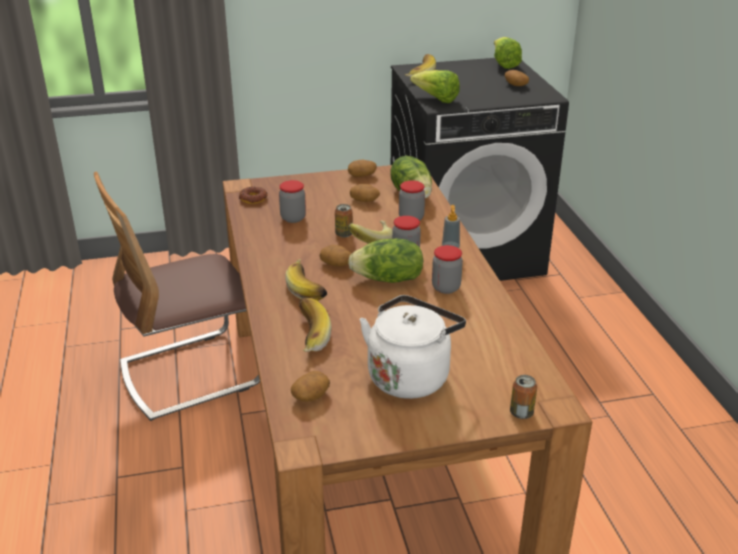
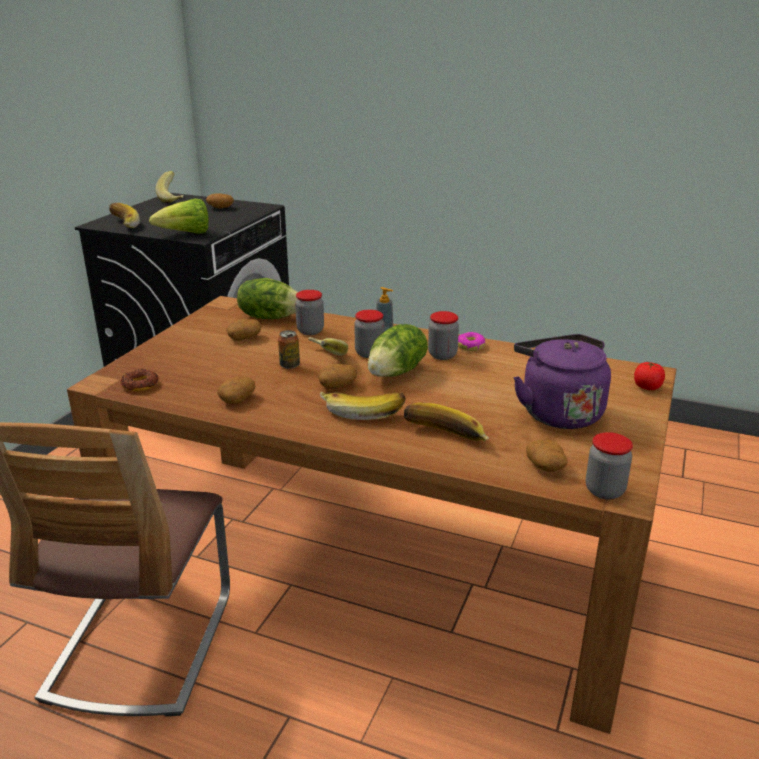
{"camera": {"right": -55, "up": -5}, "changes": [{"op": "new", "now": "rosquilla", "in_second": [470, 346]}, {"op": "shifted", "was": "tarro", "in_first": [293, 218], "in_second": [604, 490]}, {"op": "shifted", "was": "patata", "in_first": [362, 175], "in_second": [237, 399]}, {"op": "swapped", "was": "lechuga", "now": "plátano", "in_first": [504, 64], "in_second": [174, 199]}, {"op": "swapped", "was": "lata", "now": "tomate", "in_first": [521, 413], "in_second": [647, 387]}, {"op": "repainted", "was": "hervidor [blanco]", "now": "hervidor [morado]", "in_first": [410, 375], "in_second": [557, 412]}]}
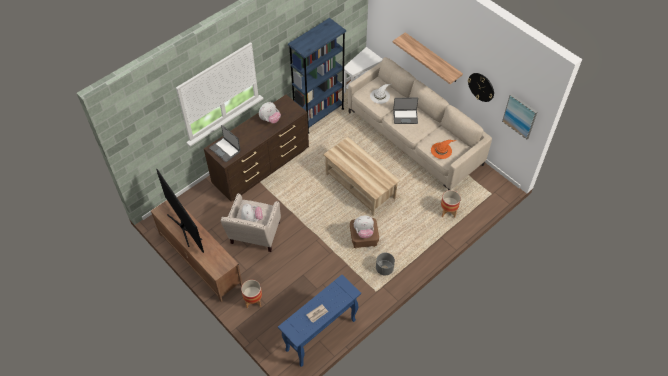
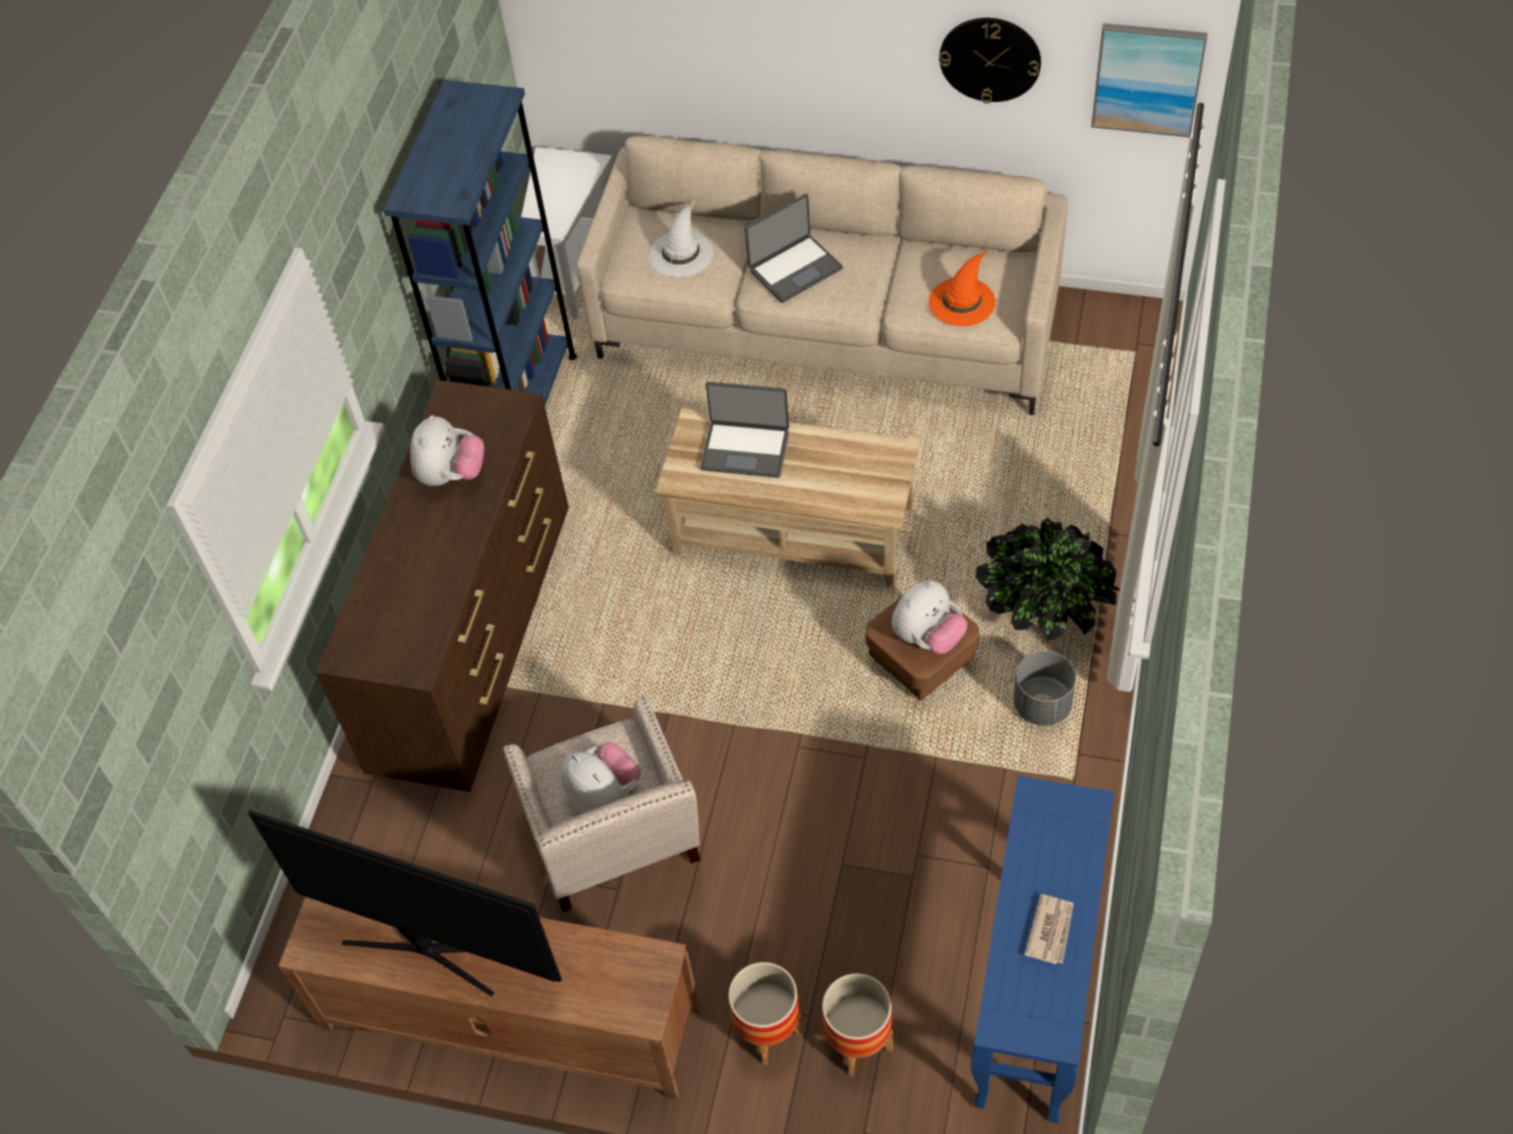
{"camera": {"right": -30, "up": 0}, "changes": [{"op": "gone", "was": "estante", "in_first": [432, 58]}, {"op": "new", "now": "planta en maceta", "in_second": [1044, 615]}, {"op": "shifted", "was": "portátil", "in_first": [225, 149], "in_second": [745, 449]}, {"op": "shifted", "was": "maceta", "in_first": [448, 212], "in_second": [858, 1043]}]}
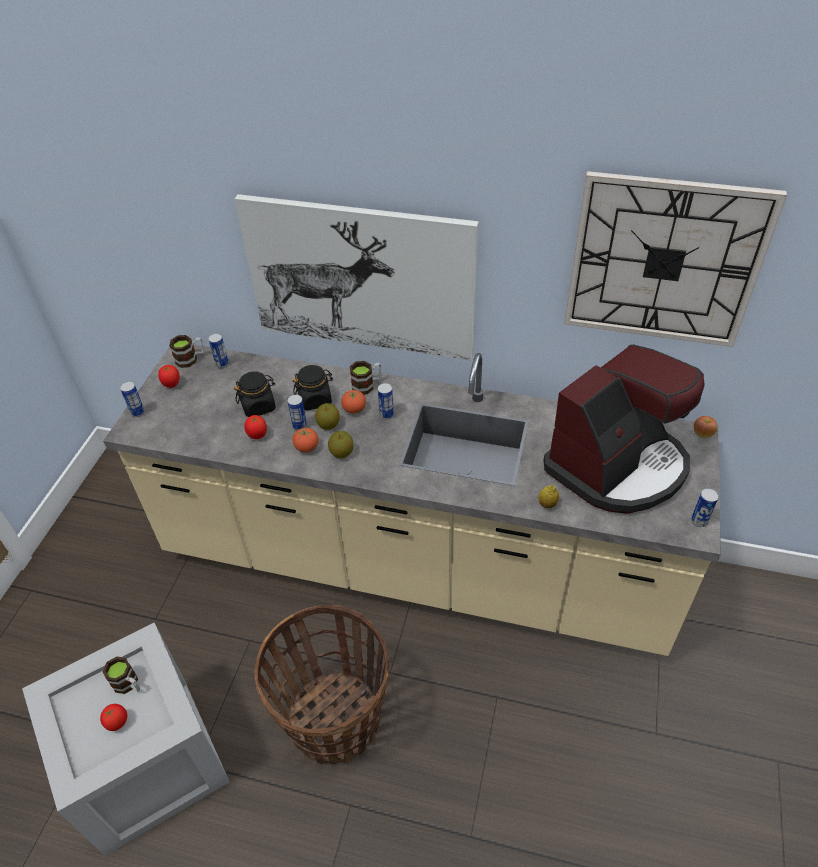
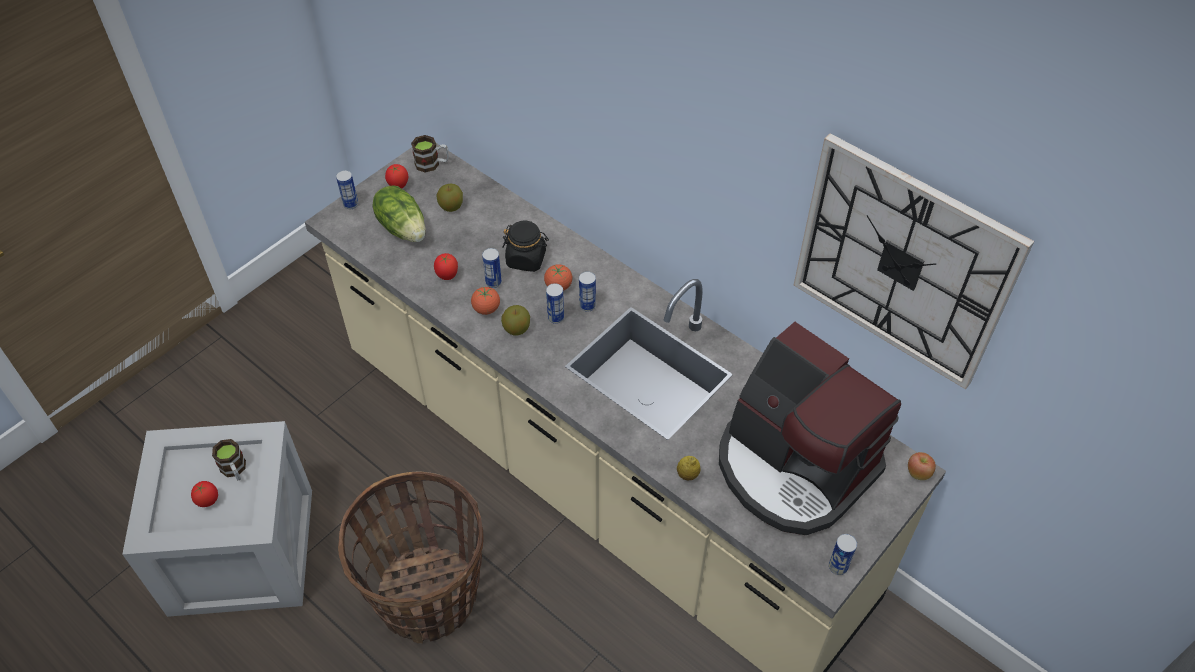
{"camera": {"right": 25, "up": 5}, "changes": [{"op": "gone", "was": "cuadro", "in_first": [360, 278]}, {"op": "gone", "was": "tarro [negro]", "in_first": [258, 406]}, {"op": "gone", "was": "taza grande", "in_first": [367, 385]}, {"op": "new", "now": "lechuga", "in_second": [403, 228]}, {"op": "shifted", "was": "lata", "in_first": [222, 364], "in_second": [555, 317]}, {"op": "shifted", "was": "manzana", "in_first": [328, 425], "in_second": [451, 207]}, {"op": "rotated", "was": "cafetera", "in_first": [618, 466], "in_second": [793, 467], "clockwise": 60}]}
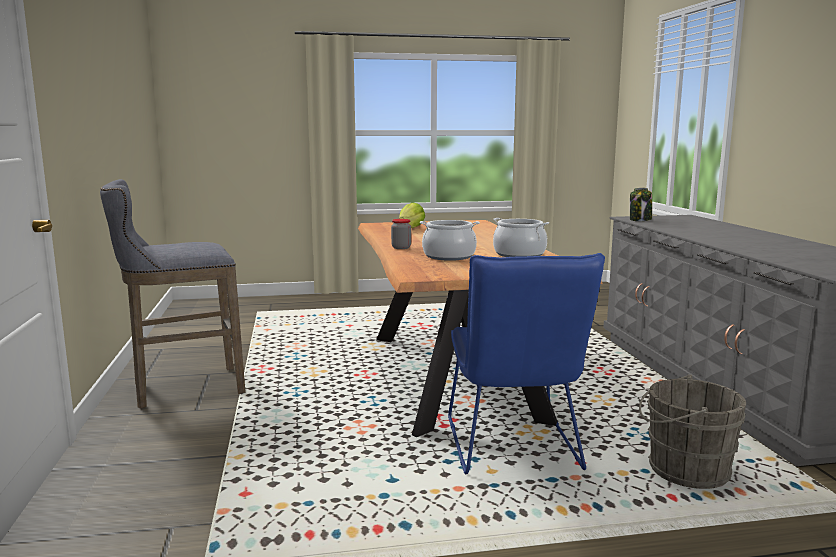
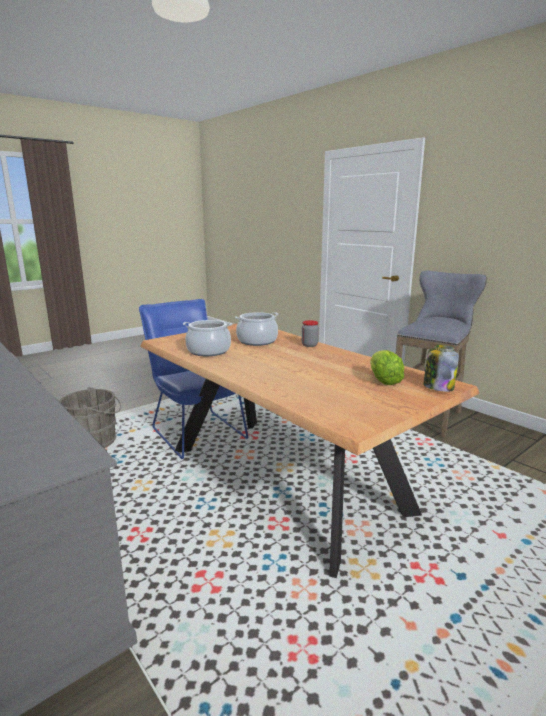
{"camera": {"right": 150, "up": 5}, "changes": [{"op": "shifted", "was": "tarro", "in_first": [640, 220], "in_second": [438, 387]}]}
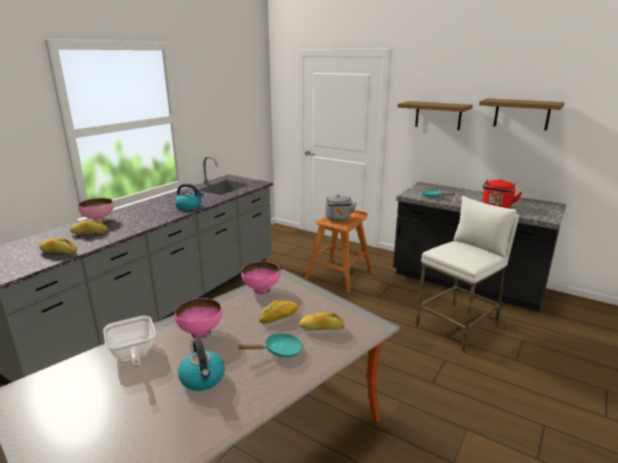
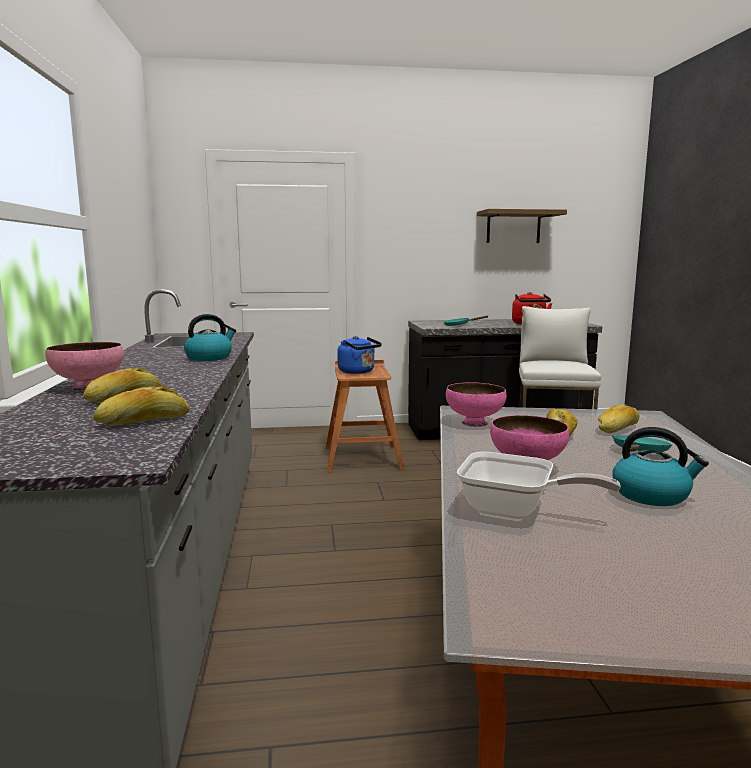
{"camera": {"right": -40, "up": -10}, "changes": [{"op": "gone", "was": "estante", "in_first": [438, 115]}, {"op": "repainted", "was": "hervidor [gris]", "now": "hervidor [azul]", "in_first": [338, 219], "in_second": [358, 372]}]}
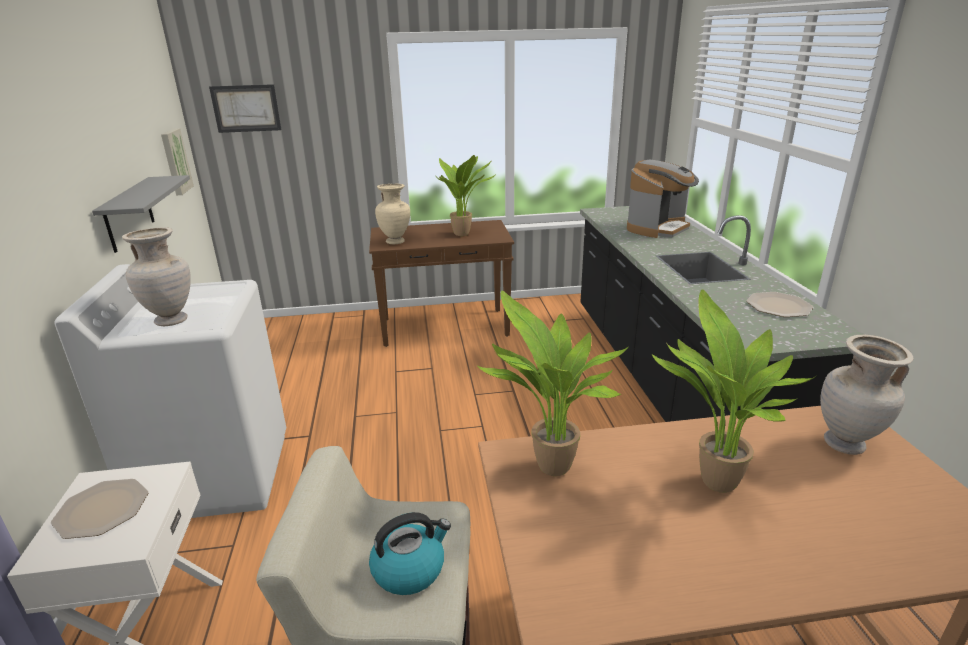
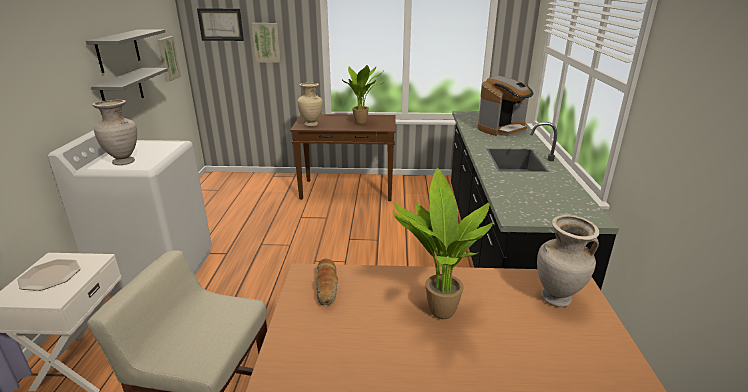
{"camera": {"right": 10, "up": 0}, "changes": [{"op": "gone", "was": "hervidor", "in_first": [409, 569]}, {"op": "gone", "was": "plato", "in_first": [779, 306]}, {"op": "new", "now": "estante [gris]", "in_second": [118, 50]}, {"op": "new", "now": "cuadro", "in_second": [267, 42]}, {"op": "swapped", "was": "planta en maceta", "now": "pan", "in_first": [549, 469], "in_second": [327, 287]}]}
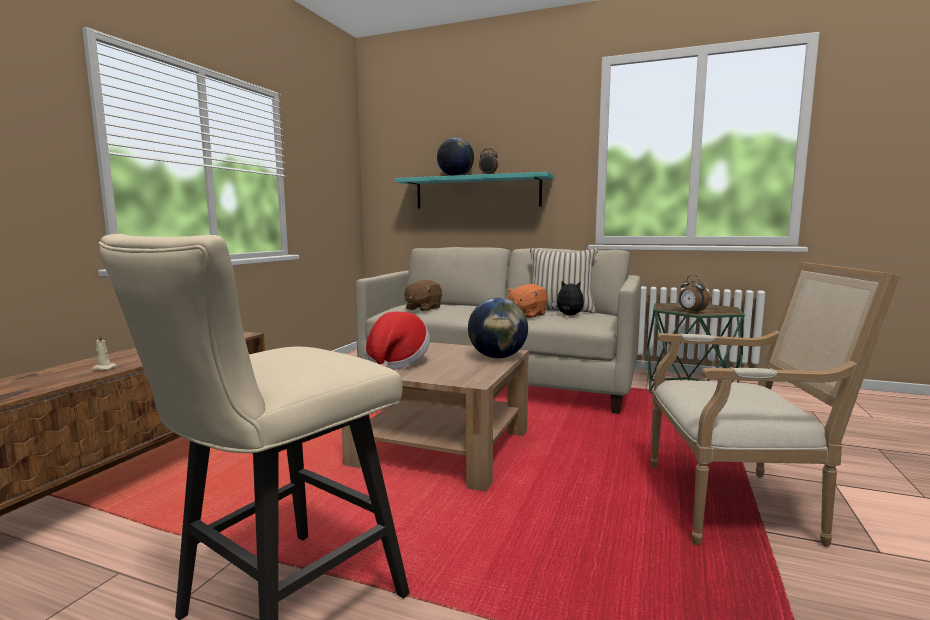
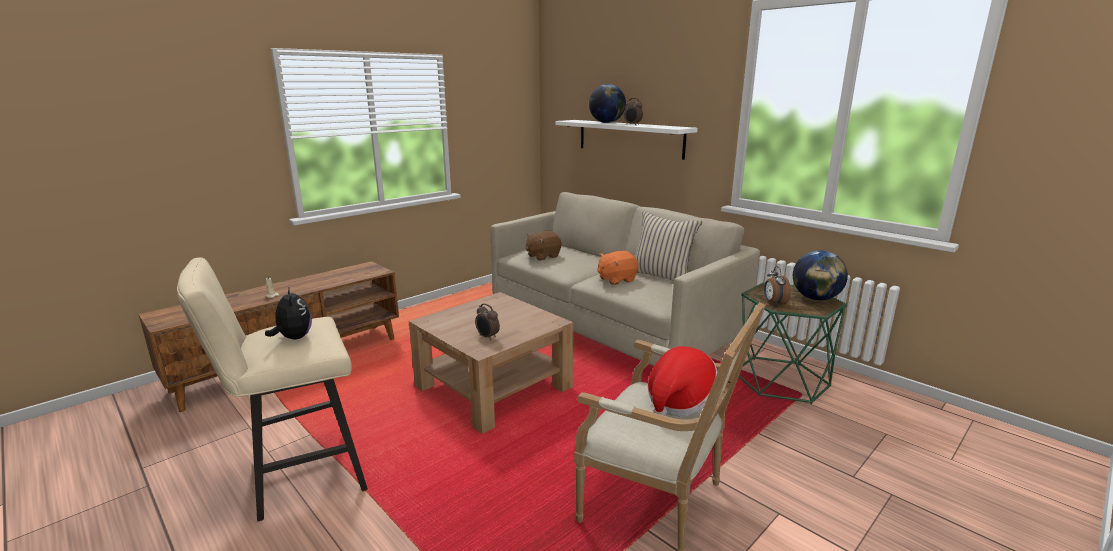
{"camera": {"right": 25, "up": 10}, "changes": [{"op": "new", "now": "despertador", "in_second": [487, 337]}, {"op": "shifted", "was": "sombrero", "in_first": [397, 362], "in_second": [679, 401]}, {"op": "shifted", "was": "globo terráqueo", "in_first": [497, 357], "in_second": [815, 298]}, {"op": "shifted", "was": "peluche", "in_first": [568, 315], "in_second": [294, 338]}, {"op": "repainted", "was": "estante [turquesa]", "now": "estante [blanco]", "in_first": [477, 192], "in_second": [629, 138]}]}
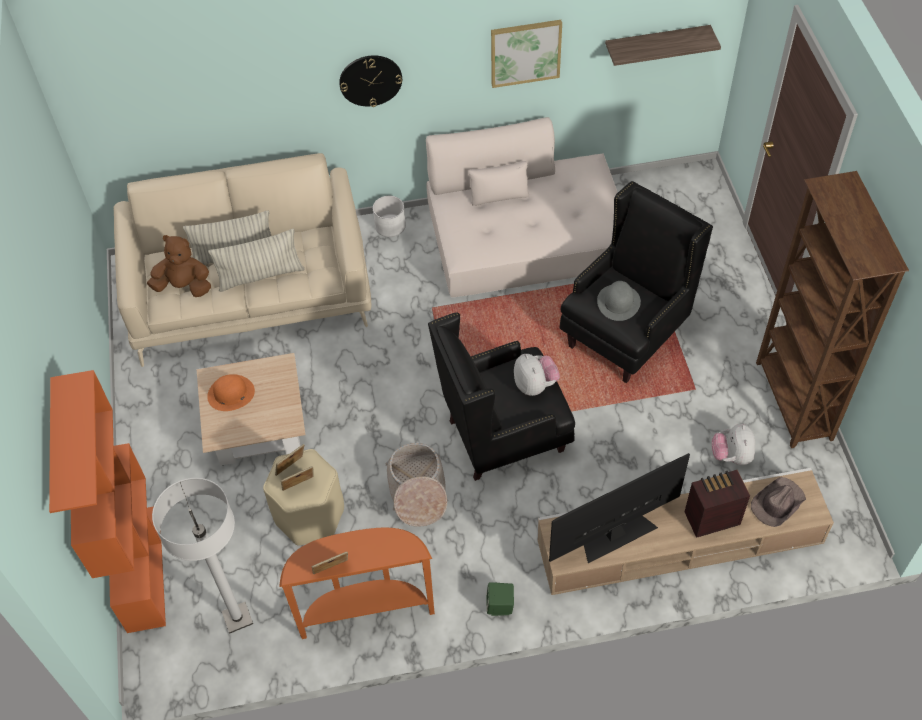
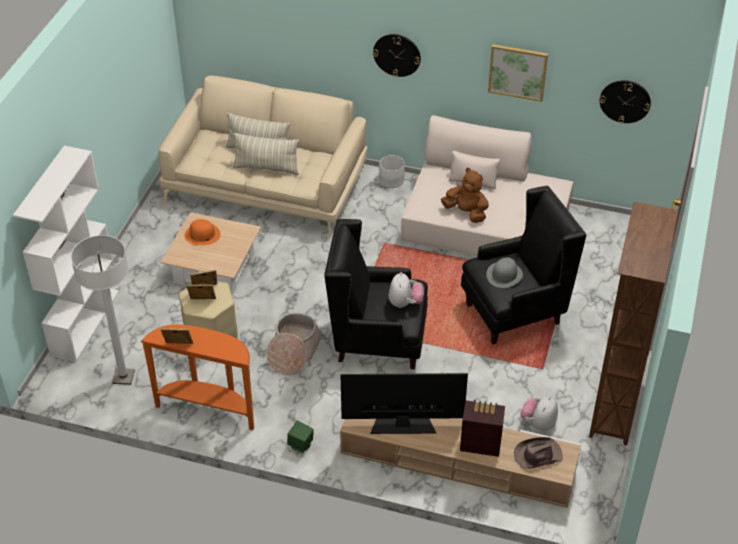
{"camera": {"right": 25, "up": -10}, "changes": [{"op": "shifted", "was": "peluche [marrón]", "in_first": [184, 286], "in_second": [466, 212]}, {"op": "swapped", "was": "estante", "now": "reloj de pared", "in_first": [656, 45], "in_second": [625, 101]}, {"op": "repainted", "was": "estantería [naranja]", "now": "estantería [blanco]", "in_first": [143, 567], "in_second": [85, 322]}]}
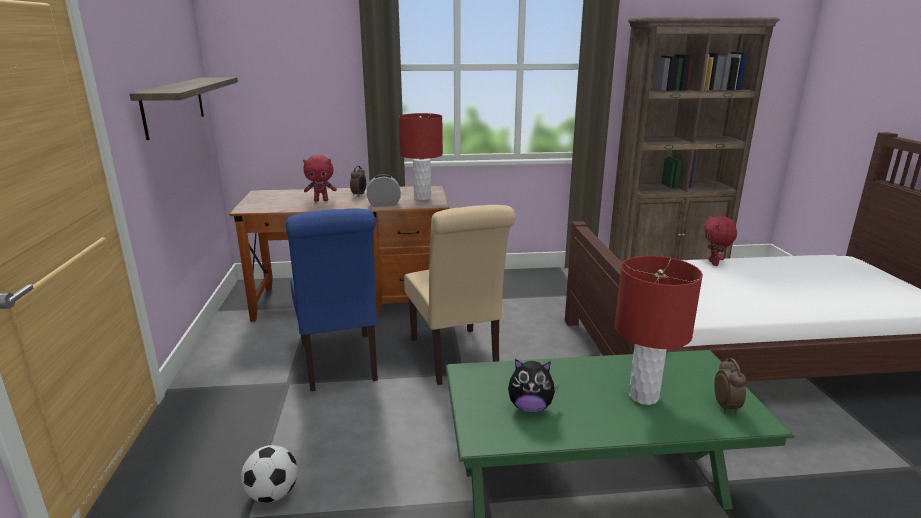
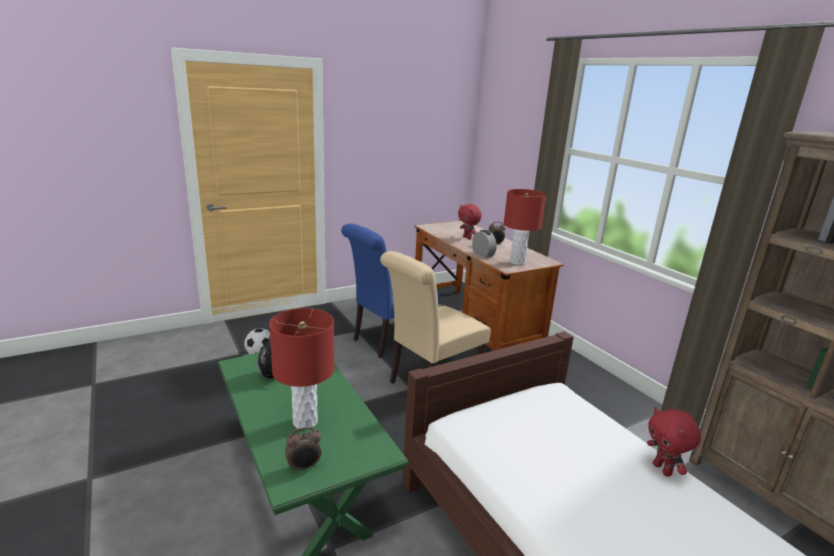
{"camera": {"right": 65, "up": 0}, "changes": [{"op": "gone", "was": "estante", "in_first": [174, 105]}, {"op": "rotated", "was": "peluche [rojo]", "in_first": [714, 263], "in_second": [663, 469], "clockwise": -90}]}
